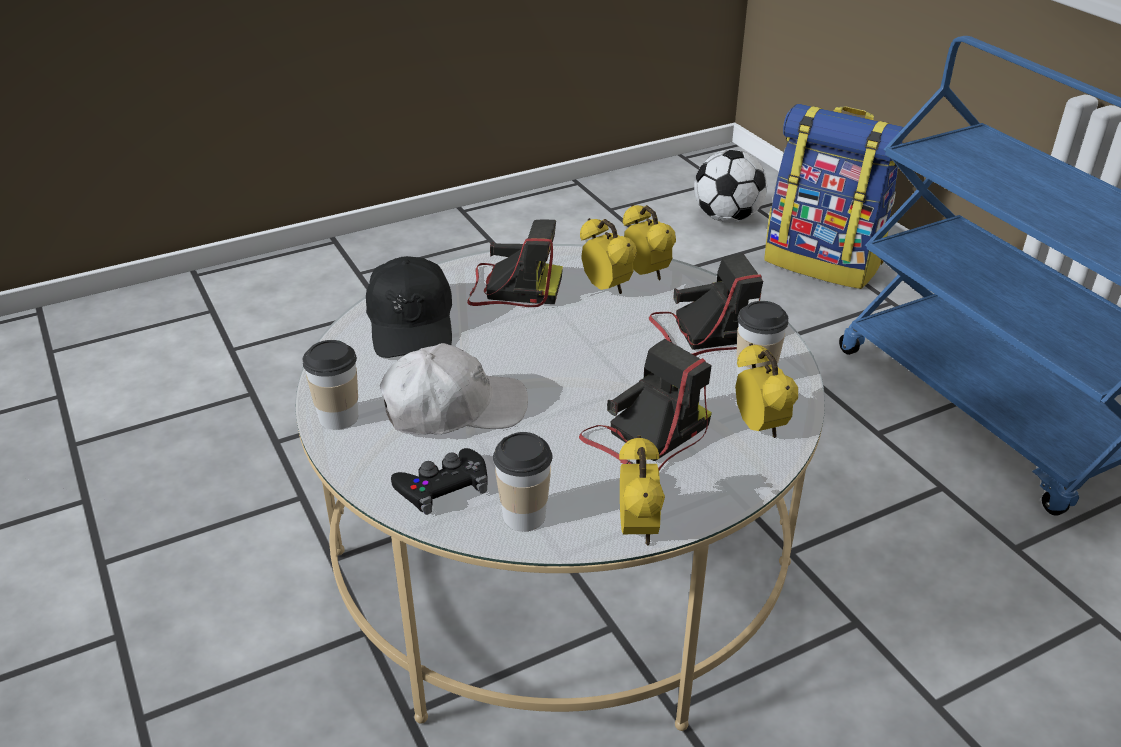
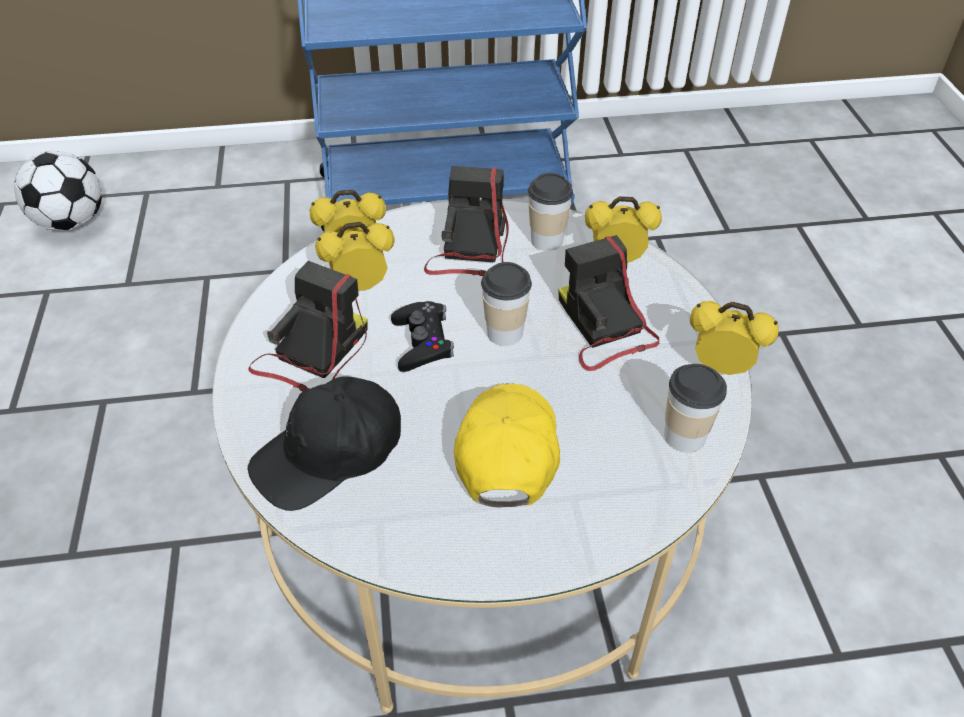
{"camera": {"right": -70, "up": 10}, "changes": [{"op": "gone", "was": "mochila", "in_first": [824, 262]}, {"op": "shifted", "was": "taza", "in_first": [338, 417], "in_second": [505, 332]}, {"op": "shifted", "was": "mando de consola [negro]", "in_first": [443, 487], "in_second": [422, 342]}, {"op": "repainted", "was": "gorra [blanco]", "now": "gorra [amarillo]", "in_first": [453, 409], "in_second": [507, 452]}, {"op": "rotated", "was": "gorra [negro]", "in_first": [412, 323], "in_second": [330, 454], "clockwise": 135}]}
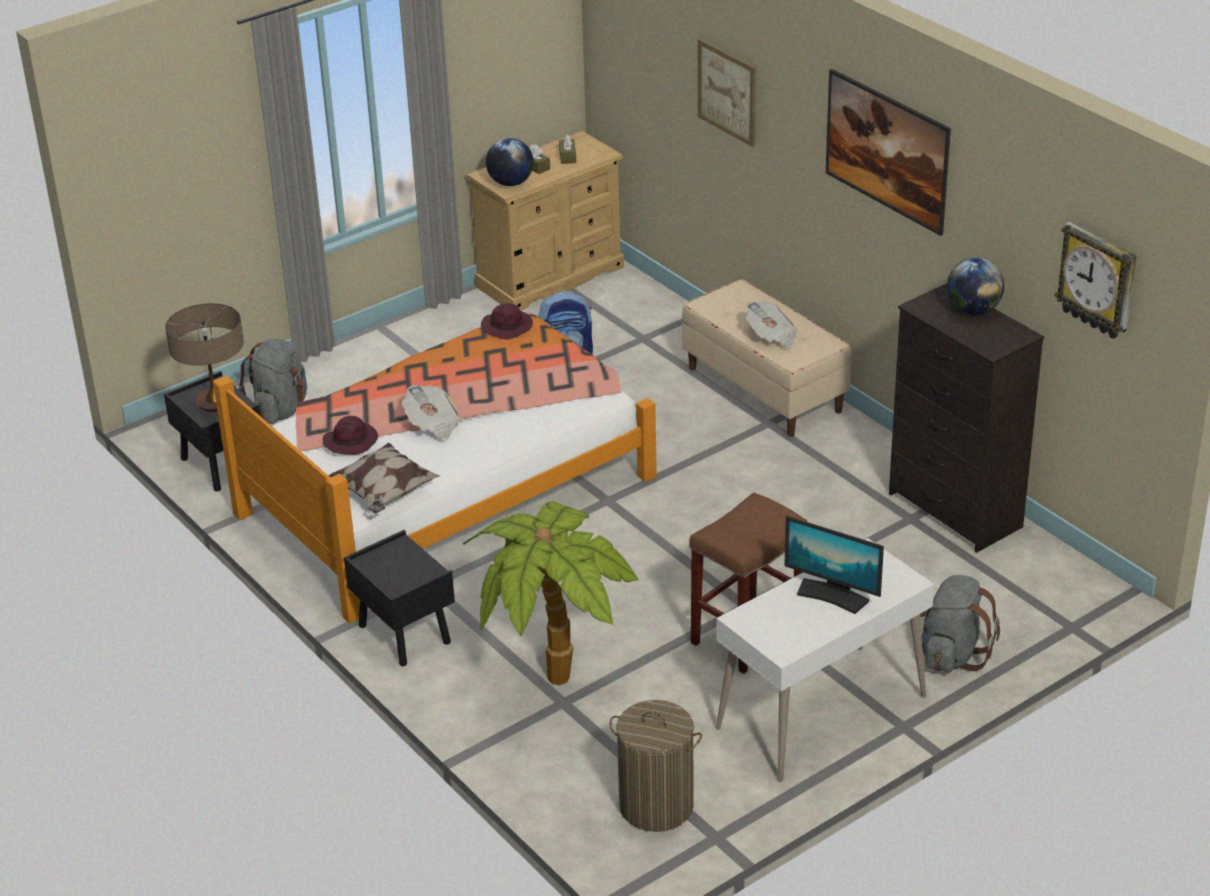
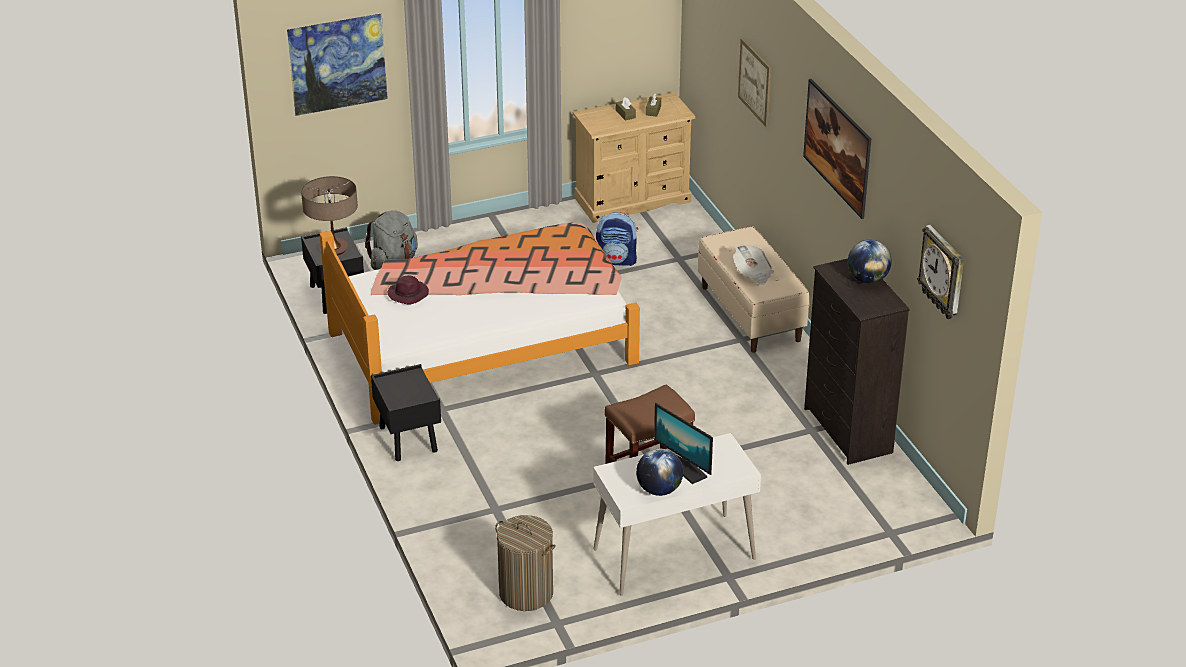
{"camera": {"right": 15, "up": 0}, "changes": [{"op": "gone", "was": "cojín", "in_first": [384, 493]}, {"op": "gone", "was": "periódico", "in_first": [433, 424]}, {"op": "gone", "was": "planta en maceta", "in_first": [551, 684]}, {"op": "gone", "was": "sombrero [morado]", "in_first": [508, 327]}, {"op": "gone", "was": "mochila [gris]", "in_first": [952, 655]}, {"op": "new", "now": "cuadro", "in_second": [340, 86]}, {"op": "shifted", "was": "globo terráqueo", "in_first": [510, 183], "in_second": [659, 490]}]}
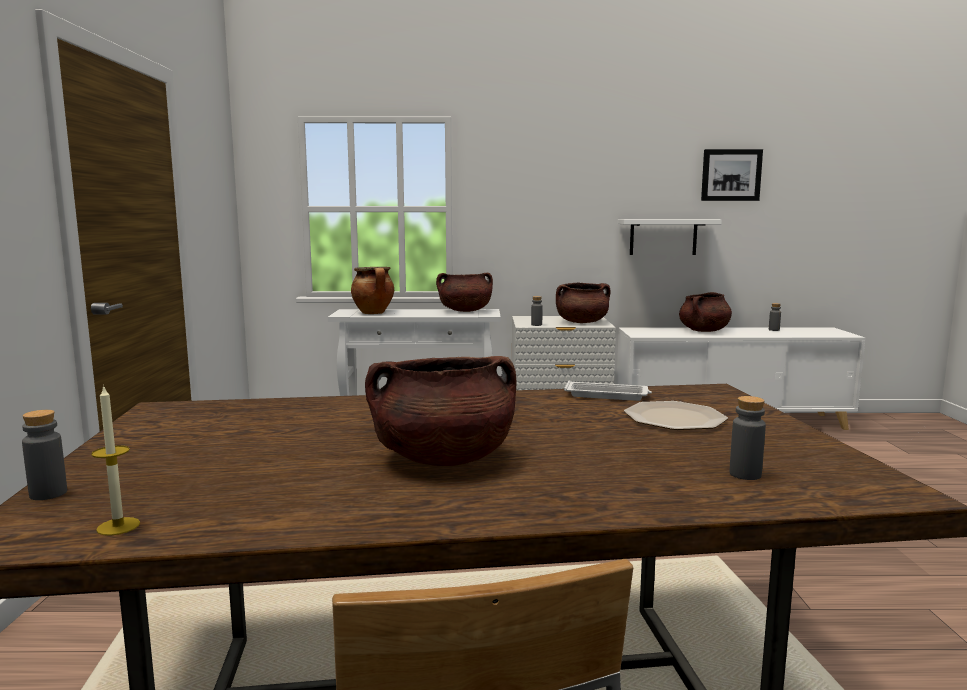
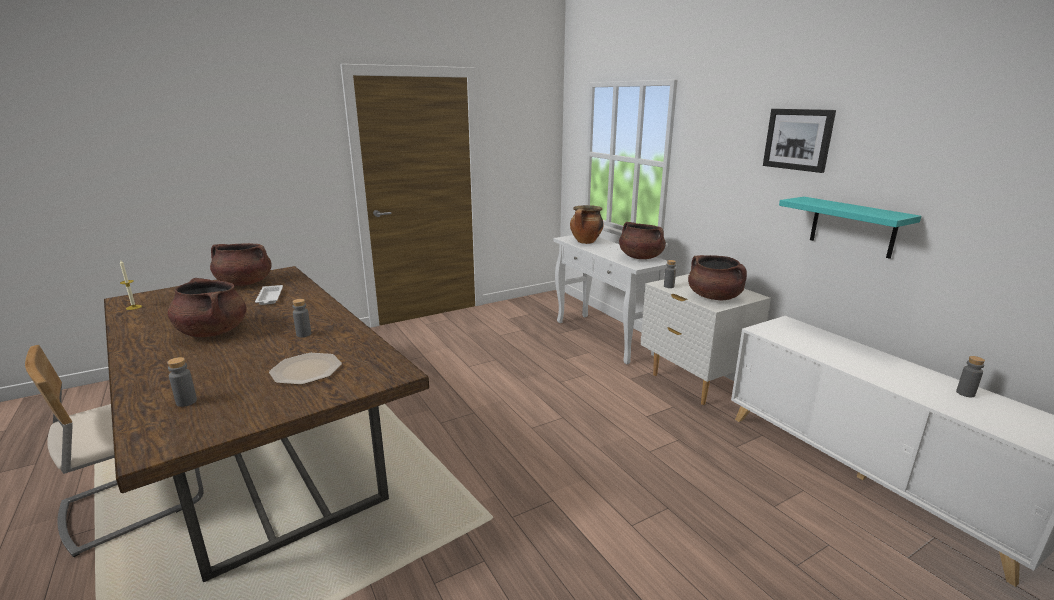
{"camera": {"right": 60, "up": 10}, "changes": [{"op": "shifted", "was": "botella [gris]", "in_first": [48, 494], "in_second": [304, 334]}, {"op": "shifted", "was": "bandeja [blanco]", "in_first": [608, 395], "in_second": [270, 298]}, {"op": "shifted", "was": "olla [marrón]", "in_first": [704, 331], "in_second": [244, 283]}, {"op": "shifted", "was": "cuadro", "in_first": [731, 175], "in_second": [798, 139]}, {"op": "repainted", "was": "estante [blanco]", "now": "estante [turquesa]", "in_first": [663, 236], "in_second": [852, 227]}]}
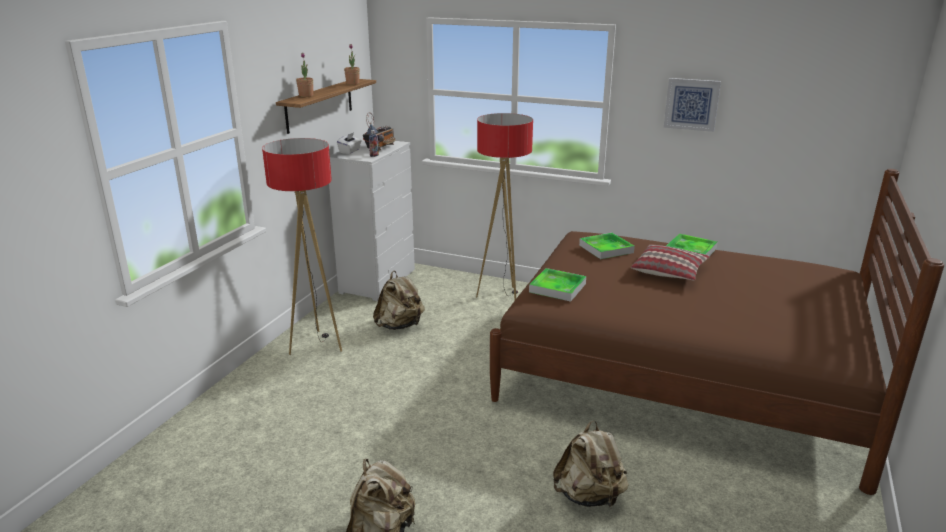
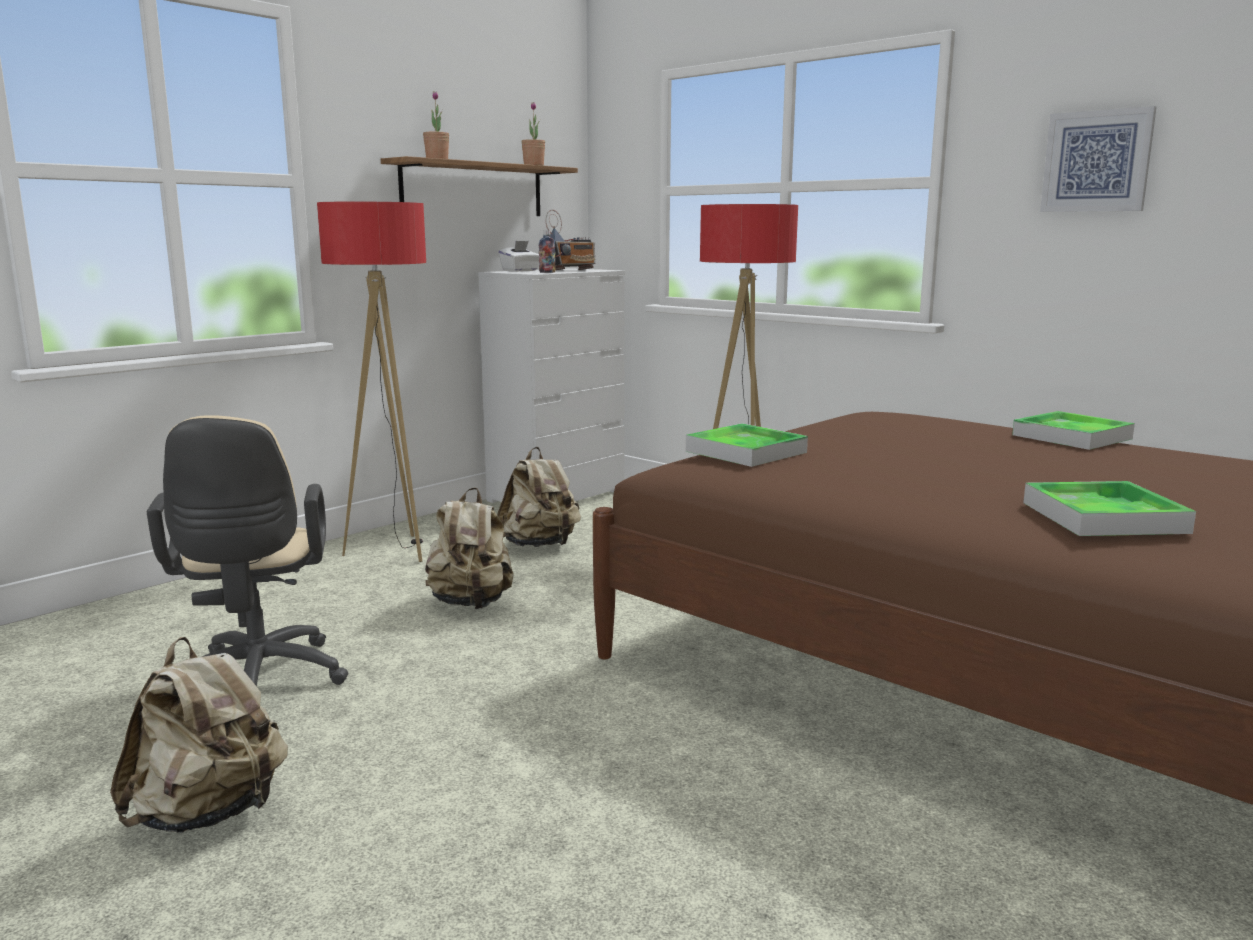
{"camera": {"right": 20, "up": -10}, "changes": [{"op": "gone", "was": "cojín", "in_first": [669, 271]}, {"op": "new", "now": "silla de oficina [beis]", "in_second": [258, 684]}, {"op": "shifted", "was": "mochila [beis]", "in_first": [589, 496], "in_second": [471, 603]}, {"op": "shifted", "was": "bandeja", "in_first": [606, 249], "in_second": [1103, 517]}]}
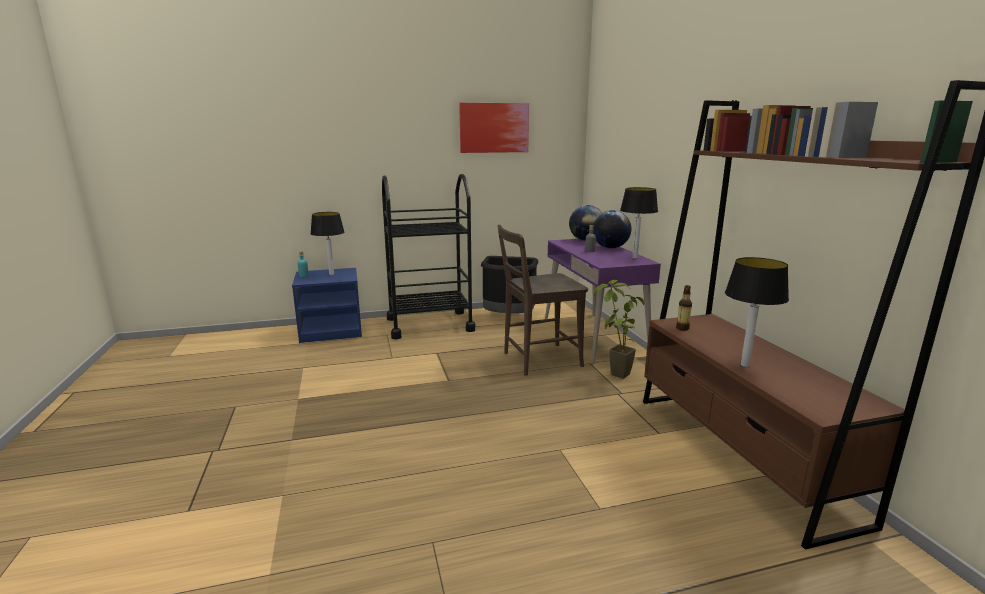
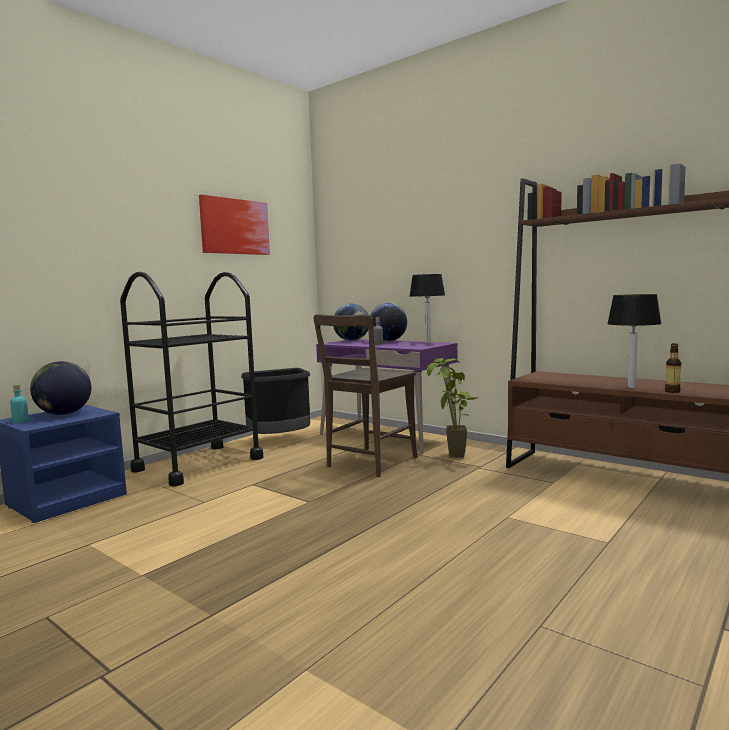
{"camera": {"right": -35, "up": -10}, "changes": [{"op": "shifted", "was": "botella", "in_first": [682, 328], "in_second": [672, 391]}, {"op": "swapped", "was": "lámpara de mesa", "now": "globo terráqueo", "in_first": [331, 274], "in_second": [64, 414]}]}
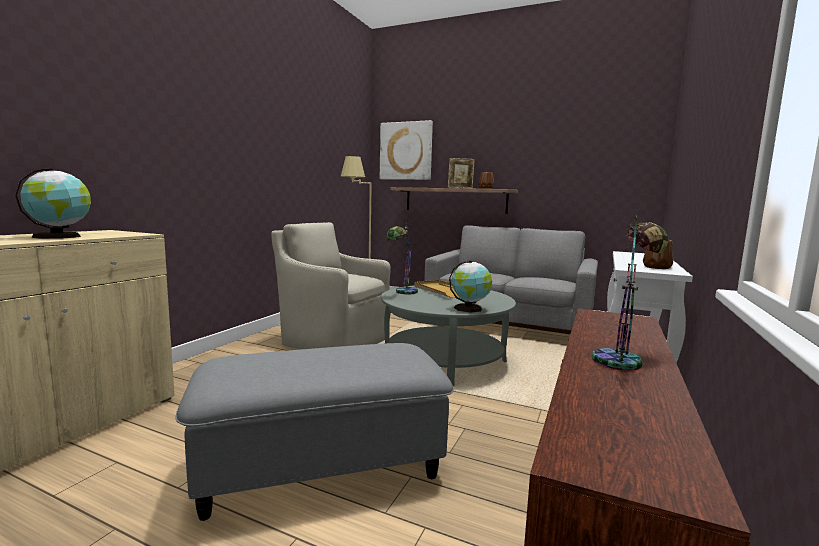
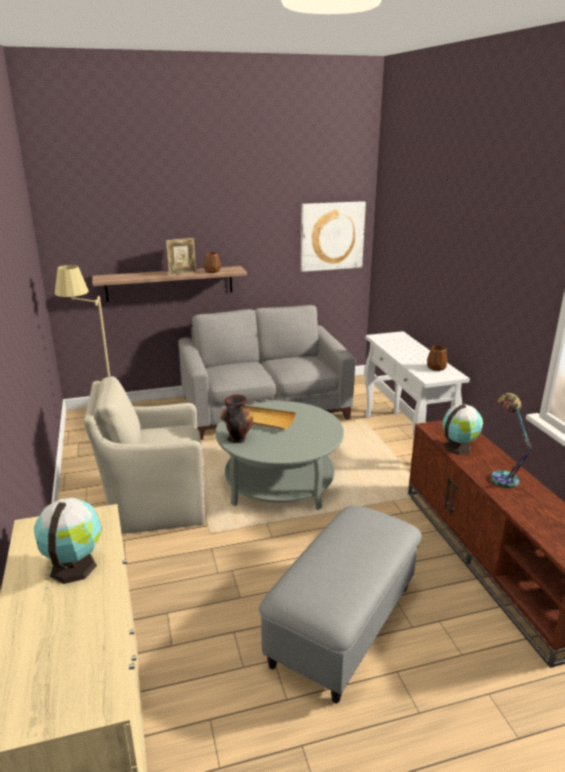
{"camera": {"right": -40, "up": 15}, "changes": [{"op": "shifted", "was": "cuadro", "in_first": [406, 151], "in_second": [332, 236]}, {"op": "shifted", "was": "globo terráqueo", "in_first": [470, 308], "in_second": [458, 447]}, {"op": "swapped", "was": "lámpara de mesa", "now": "florero", "in_first": [402, 293], "in_second": [237, 438]}]}
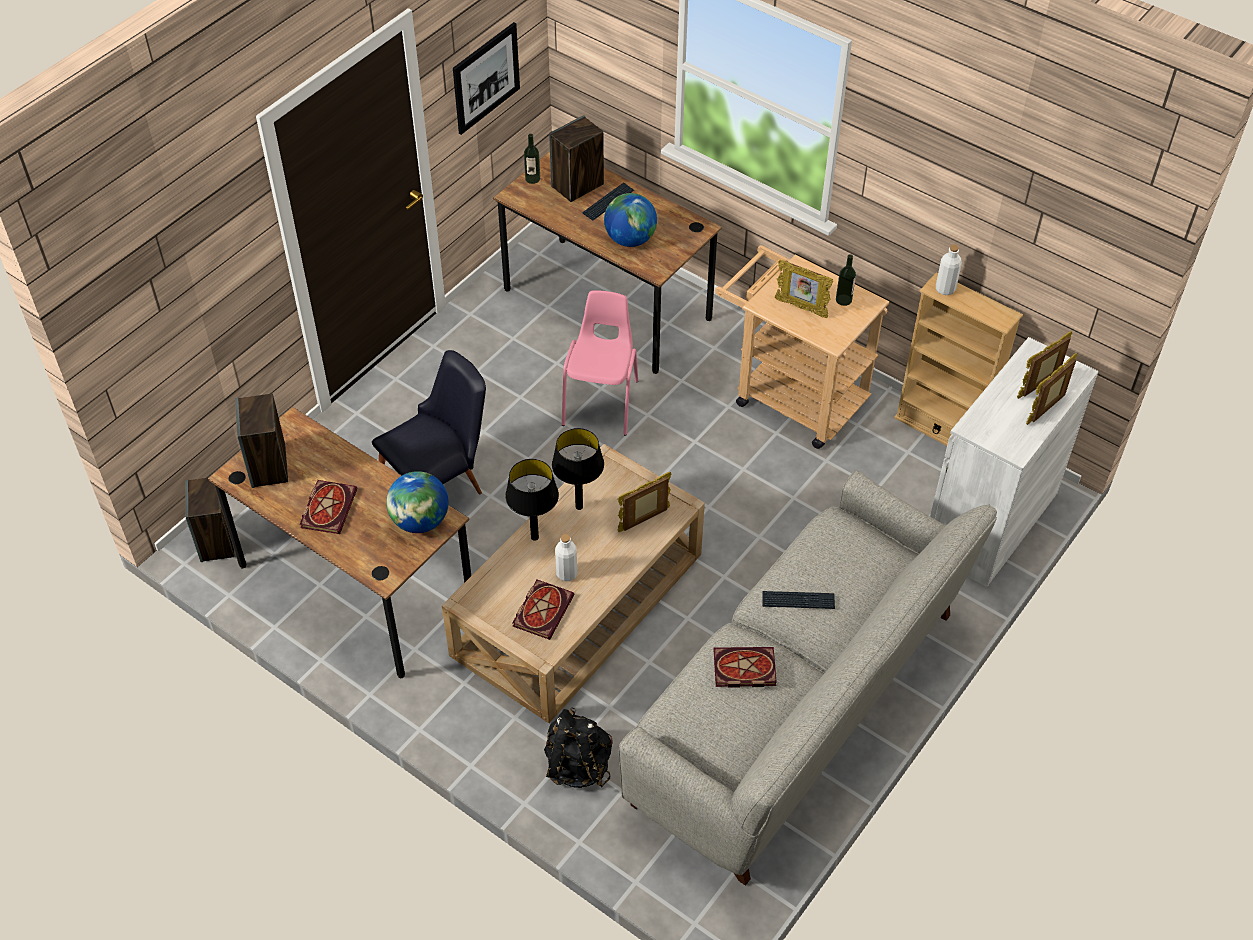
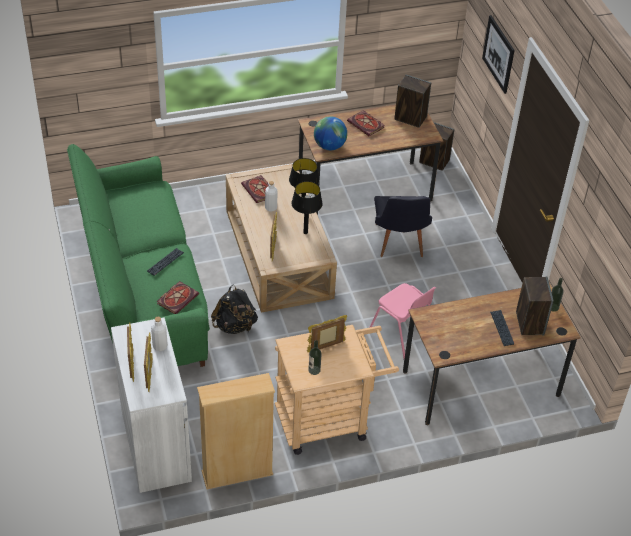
{"camera": {"right": 125, "up": -5}, "changes": [{"op": "gone", "was": "globo terráqueo", "in_first": [630, 239]}, {"op": "shifted", "was": "cuadro", "in_first": [486, 78], "in_second": [498, 54]}, {"op": "shifted", "was": "mochila [negro]", "in_first": [577, 765], "in_second": [235, 326]}, {"op": "shifted", "was": "libro", "in_first": [742, 669], "in_second": [177, 298]}, {"op": "shifted", "was": "botella [blanco]", "in_first": [945, 289], "in_second": [160, 346]}, {"op": "repainted", "was": "sofá [gris]", "now": "sofá [verde]", "in_first": [797, 708], "in_second": [142, 292]}]}
